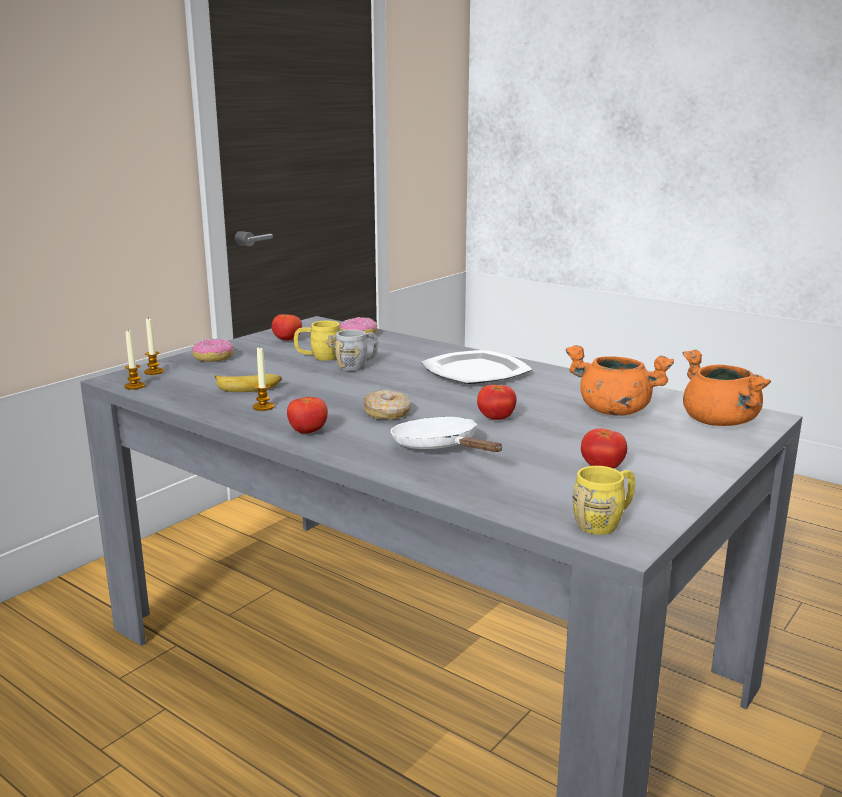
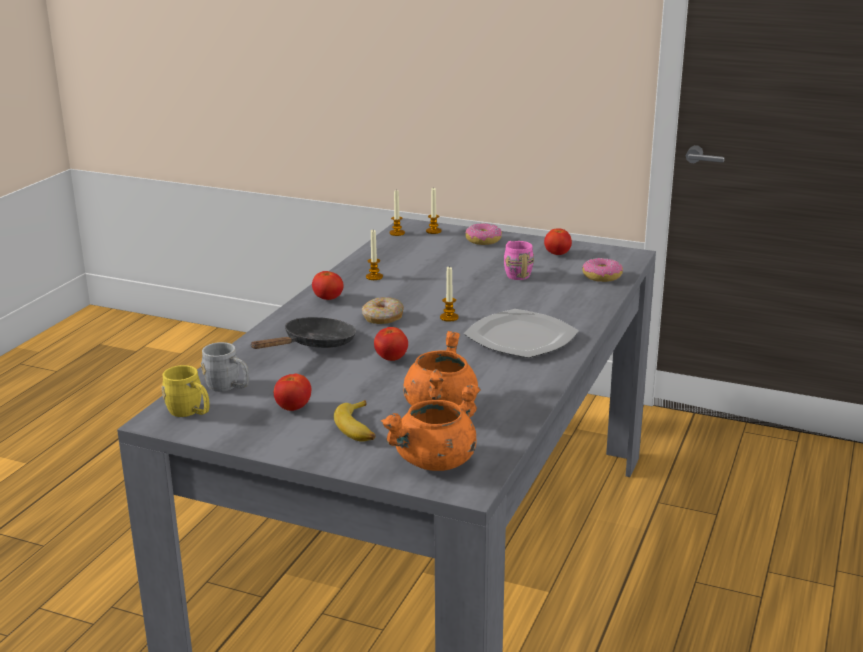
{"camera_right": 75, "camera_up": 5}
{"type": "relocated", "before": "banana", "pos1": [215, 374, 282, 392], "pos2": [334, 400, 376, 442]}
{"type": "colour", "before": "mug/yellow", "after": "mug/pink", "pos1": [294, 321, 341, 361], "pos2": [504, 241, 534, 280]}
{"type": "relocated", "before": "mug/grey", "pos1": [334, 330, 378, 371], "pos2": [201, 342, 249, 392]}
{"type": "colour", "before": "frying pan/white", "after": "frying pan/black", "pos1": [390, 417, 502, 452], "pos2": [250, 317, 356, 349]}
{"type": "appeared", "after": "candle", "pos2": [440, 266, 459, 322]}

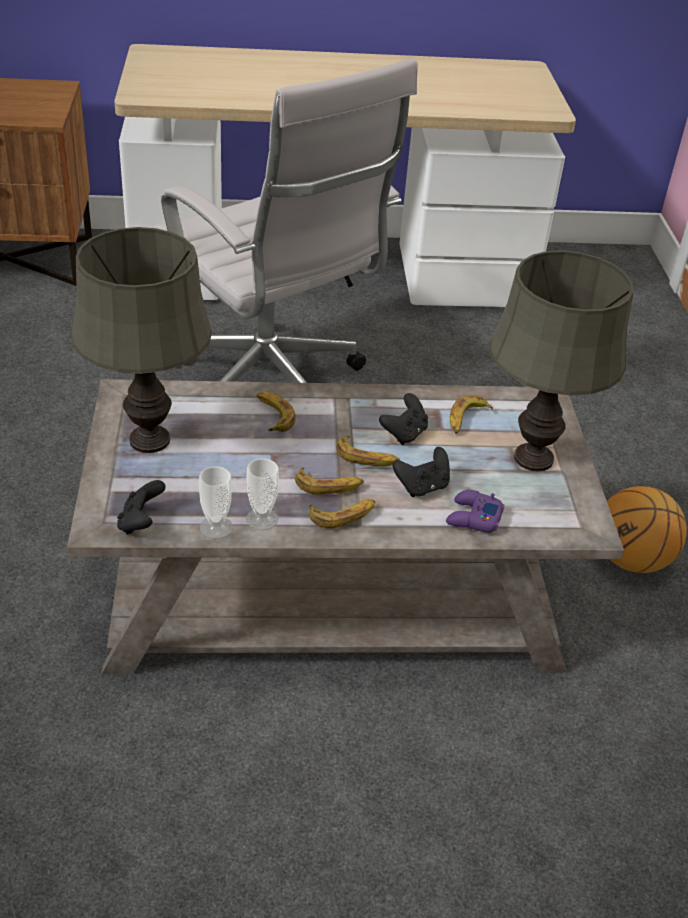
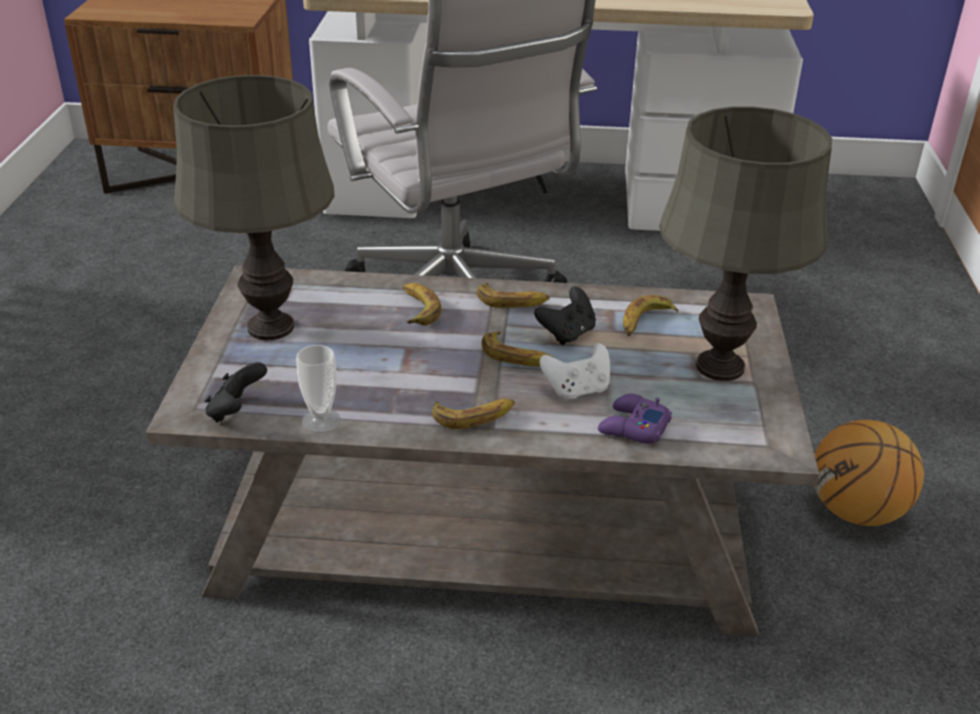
{"camera_right": 10, "camera_up": -5}
{"type": "missing", "before": "cup", "pos1": [246, 458, 279, 530]}
{"type": "relocated", "before": "banana", "pos1": [295, 468, 364, 494], "pos2": [477, 283, 550, 308]}
{"type": "colour", "before": "game controller/black", "after": "game controller/white", "pos1": [393, 447, 450, 497], "pos2": [539, 343, 610, 401]}

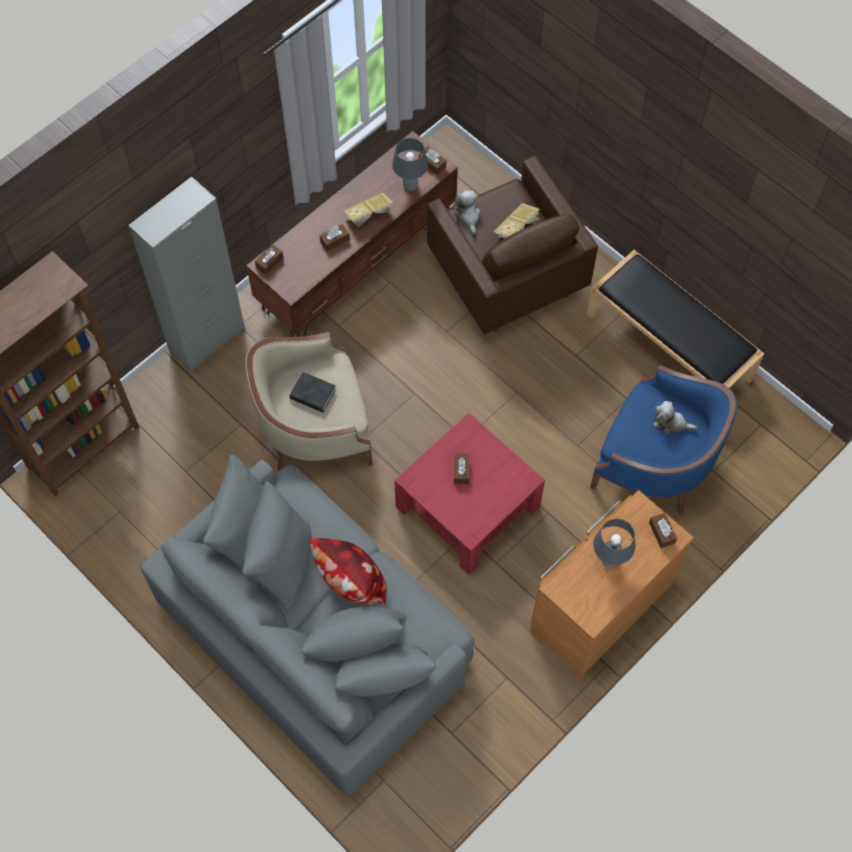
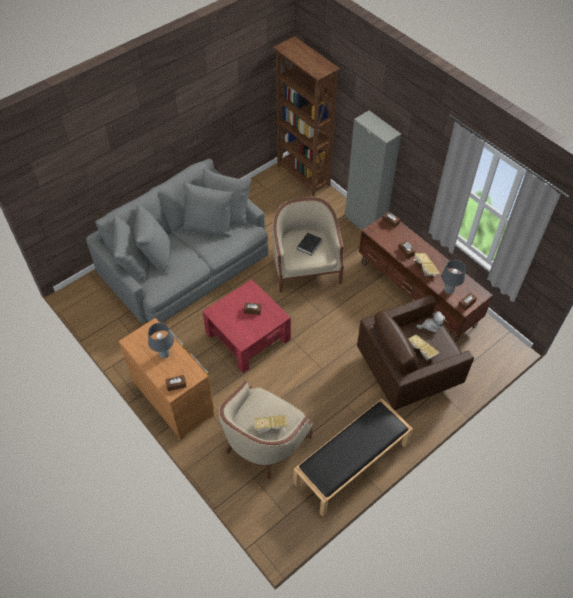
{"camera_right": 95, "camera_up": -10}
{"type": "missing", "before": "pillow", "pos1": [310, 538, 387, 605]}
{"type": "colour", "before": "armchair/blue", "after": "armchair/beige", "pos1": [590, 365, 738, 515], "pos2": [219, 380, 313, 479]}
{"type": "exchanged", "before": "plush toy", "after": "book", "pos1": [654, 401, 697, 434], "pos2": [254, 415, 288, 434]}

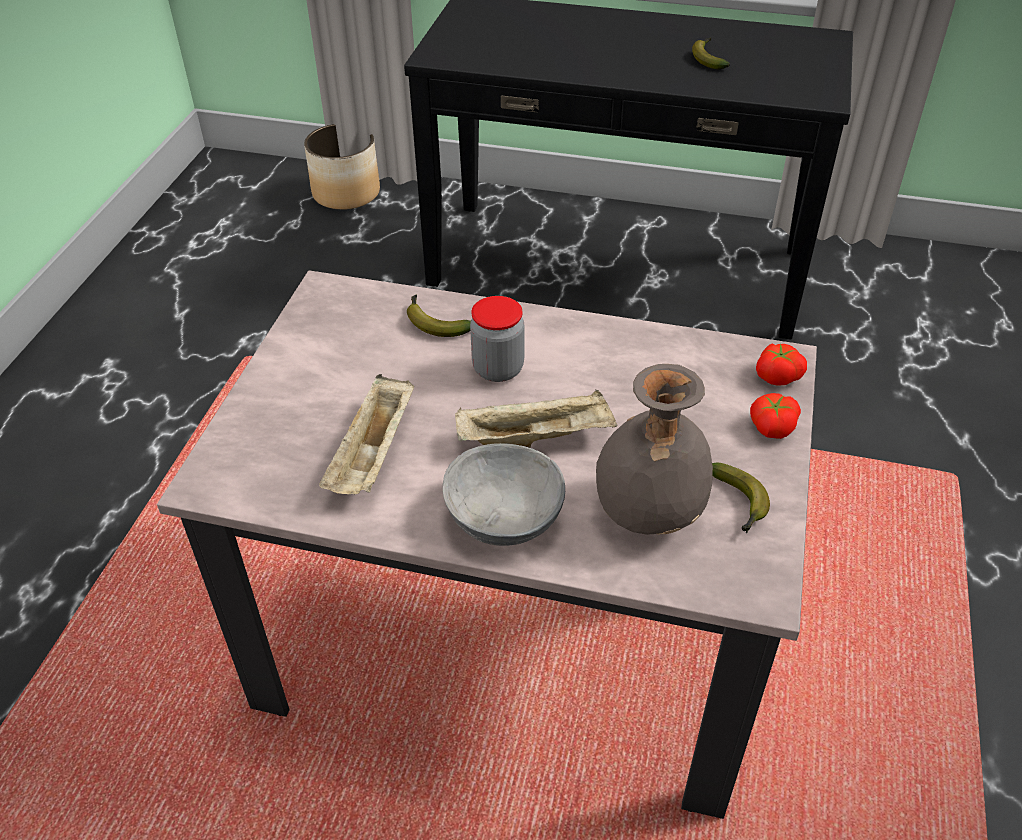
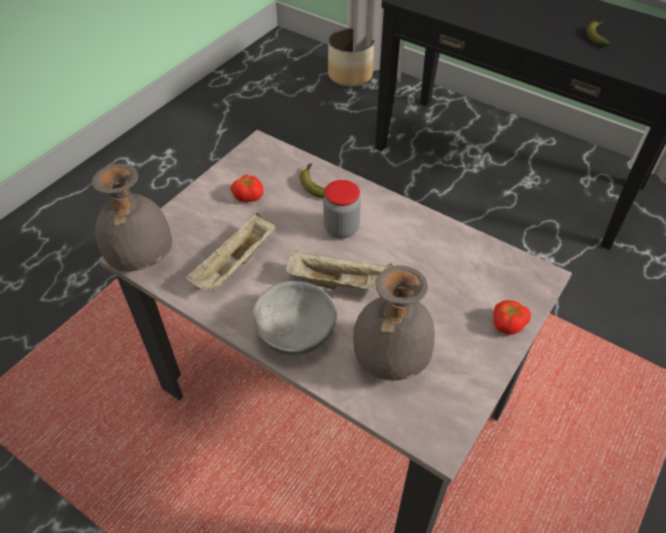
{"camera_right": 20, "camera_up": 5}
{"type": "missing", "before": "banana", "pos1": [712, 463, 770, 533]}
{"type": "relocated", "before": "tomato", "pos1": [756, 344, 807, 386], "pos2": [230, 174, 263, 202]}
{"type": "appeared", "after": "vase/grey", "pos2": [92, 164, 172, 272]}

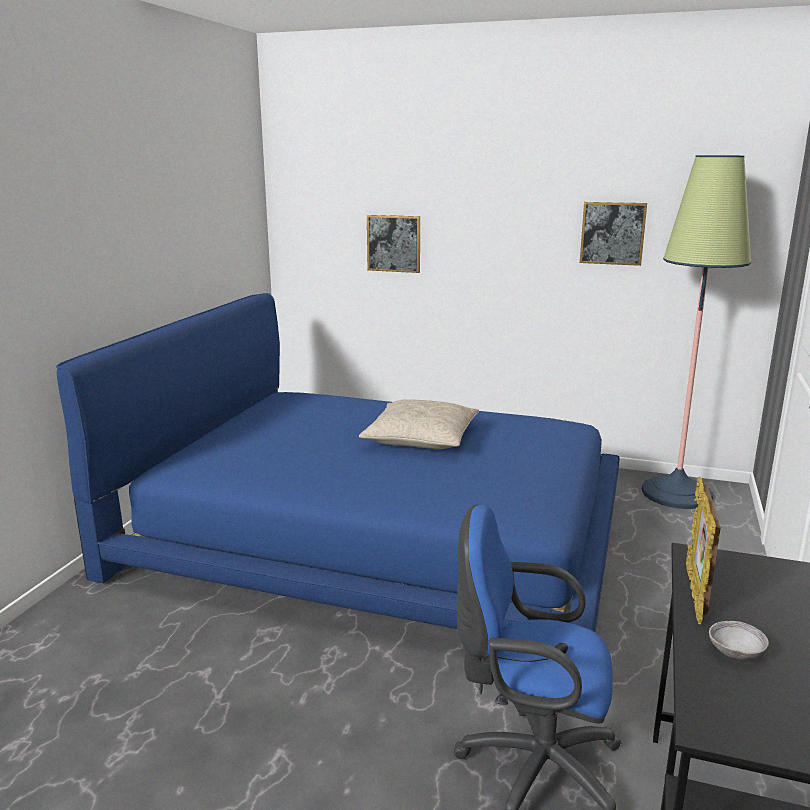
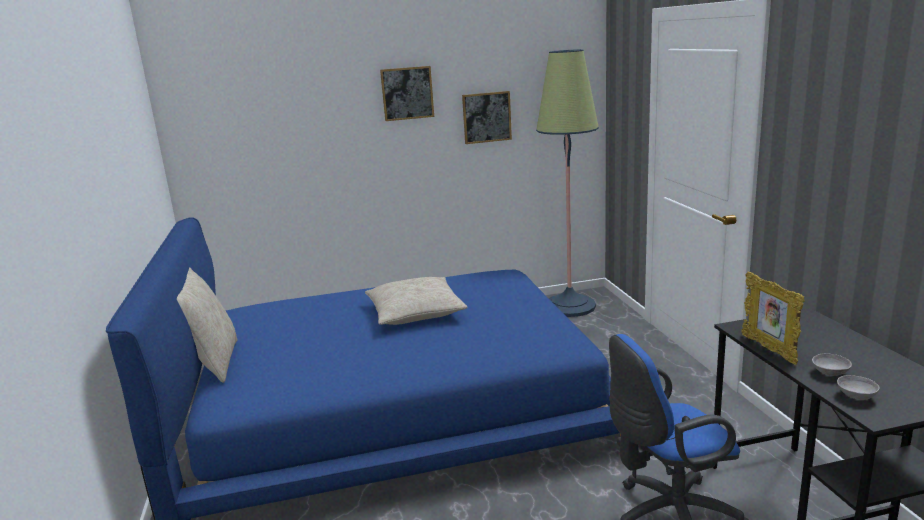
{"camera_right": -30, "camera_up": 0}
{"type": "relocated", "before": "picture", "pos1": [367, 215, 420, 273], "pos2": [380, 66, 434, 121]}
{"type": "appeared", "after": "pillow/beige", "pos2": [177, 267, 238, 383]}
{"type": "appeared", "after": "bowl/grey", "pos2": [837, 375, 880, 400]}

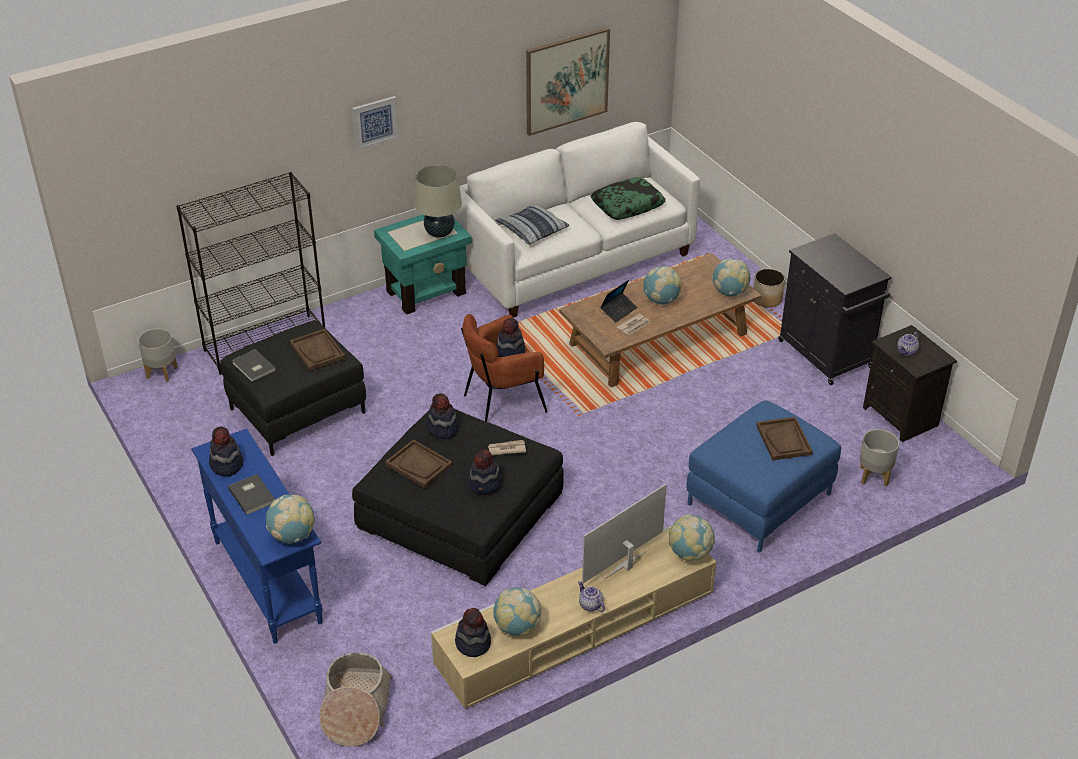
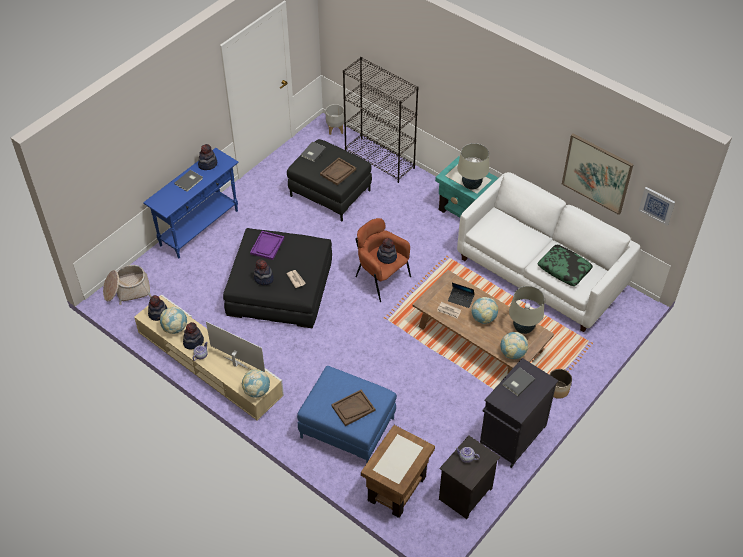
{"camera_right": 70, "camera_up": 10}
{"type": "missing", "before": "globe", "pos1": [266, 495, 315, 544]}
{"type": "relocated", "before": "picture", "pos1": [352, 96, 399, 150], "pos2": [638, 187, 675, 226]}
{"type": "colour", "before": "tray/brown", "after": "tray/purple", "pos1": [385, 440, 453, 488], "pos2": [250, 231, 284, 260]}
{"type": "relocated", "before": "hat", "pos1": [427, 393, 459, 439], "pos2": [183, 322, 204, 349]}
{"type": "missing", "before": "pillow", "pos1": [495, 204, 569, 245]}
{"type": "exchanged", "before": "planter/grey", "after": "side table/brown", "pos1": [859, 429, 899, 486], "pos2": [361, 425, 435, 518]}
{"type": "appeared", "after": "book/grey", "pos2": [503, 367, 535, 396]}
{"type": "appeared", "after": "table lamp/beige", "pos2": [509, 286, 544, 334]}

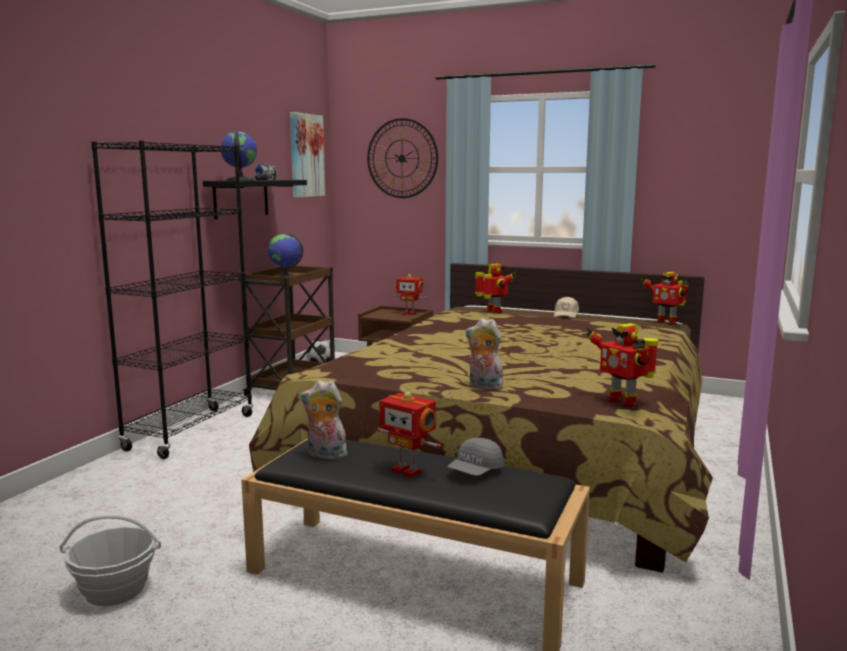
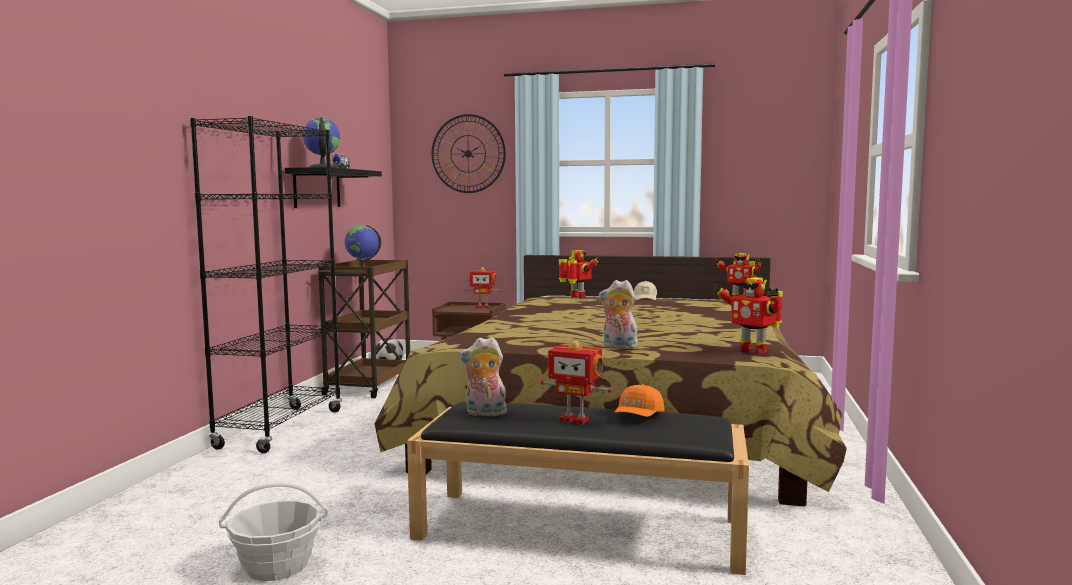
{"camera_right": -10, "camera_up": -5}
{"type": "missing", "before": "picture", "pos1": [290, 112, 325, 198]}
{"type": "colour", "before": "cap/grey", "after": "cap/orange", "pos1": [447, 438, 504, 476], "pos2": [615, 384, 664, 417]}

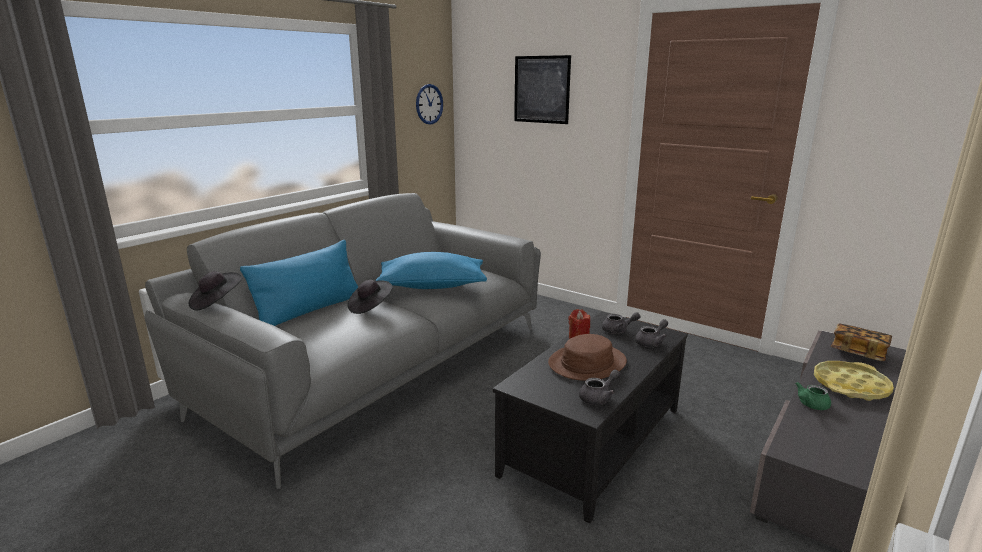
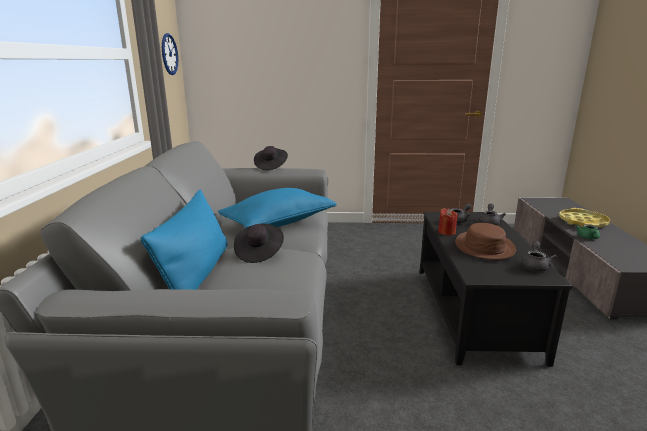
{"camera_right": -35, "camera_up": 0}
{"type": "relocated", "before": "hat/black", "pos1": [188, 271, 243, 310], "pos2": [254, 146, 288, 170]}
{"type": "missing", "before": "picture", "pos1": [514, 55, 571, 124]}
{"type": "missing", "before": "book", "pos1": [831, 324, 892, 361]}

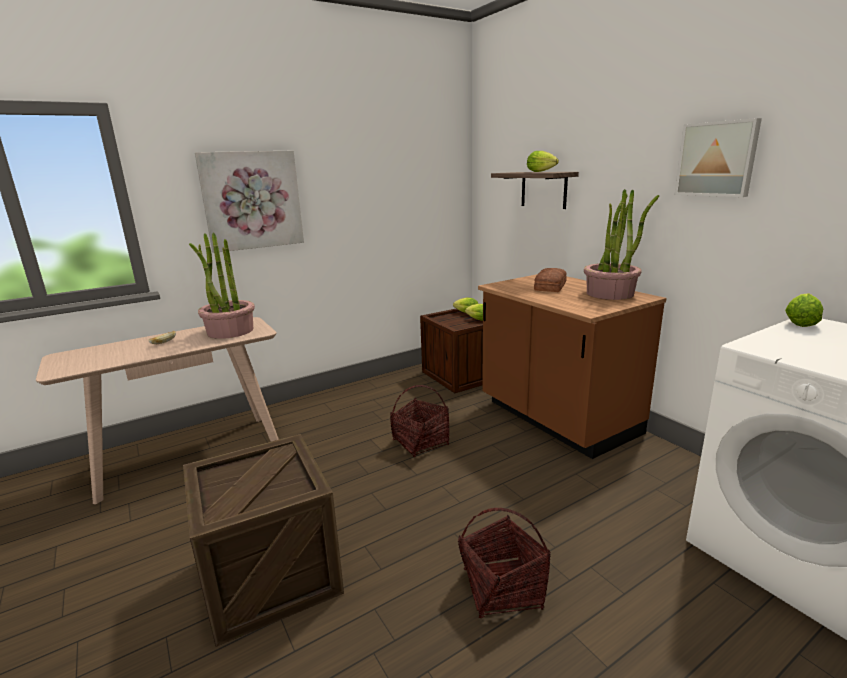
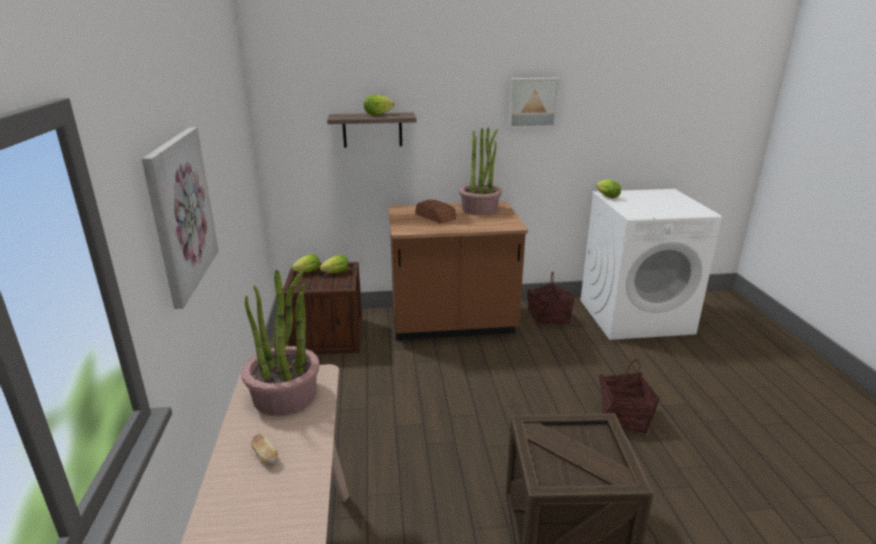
{"camera_right": -65, "camera_up": 5}
{"type": "relocated", "before": "basket", "pos1": [390, 385, 449, 457], "pos2": [527, 272, 574, 326]}

